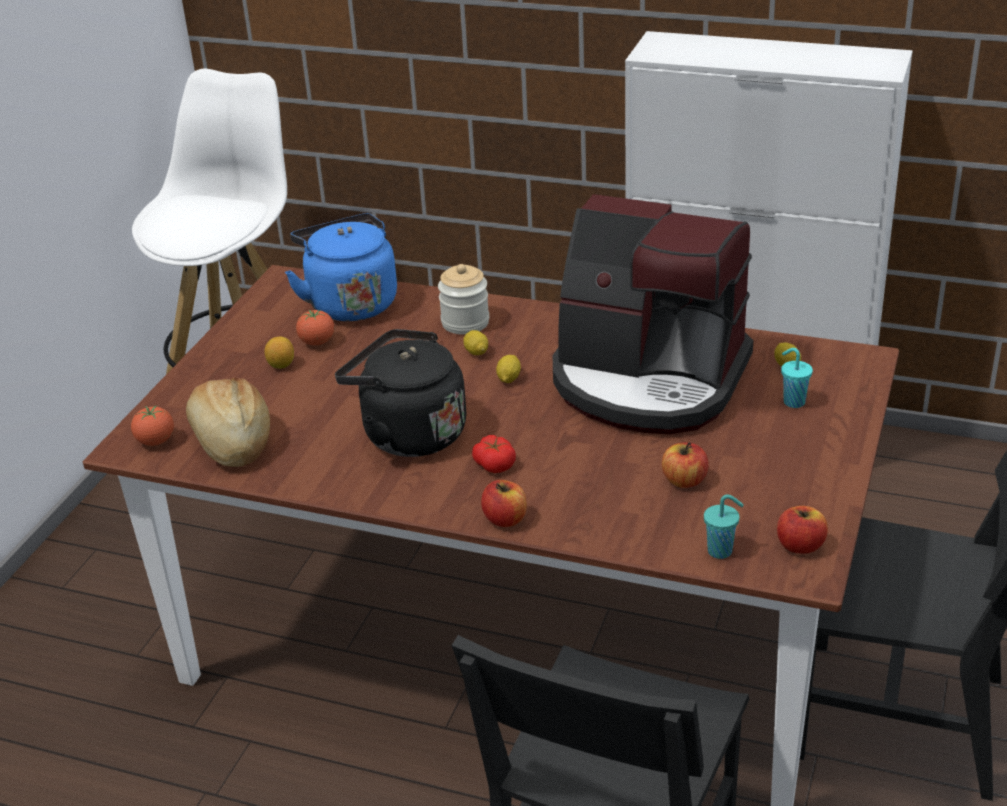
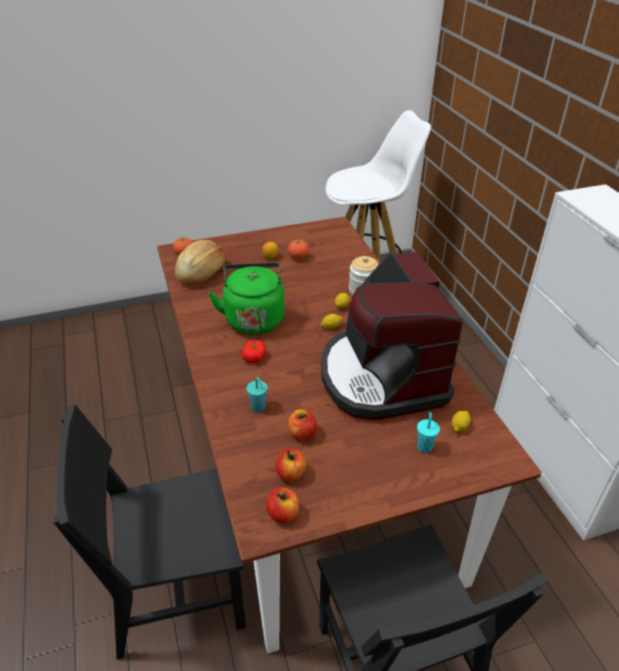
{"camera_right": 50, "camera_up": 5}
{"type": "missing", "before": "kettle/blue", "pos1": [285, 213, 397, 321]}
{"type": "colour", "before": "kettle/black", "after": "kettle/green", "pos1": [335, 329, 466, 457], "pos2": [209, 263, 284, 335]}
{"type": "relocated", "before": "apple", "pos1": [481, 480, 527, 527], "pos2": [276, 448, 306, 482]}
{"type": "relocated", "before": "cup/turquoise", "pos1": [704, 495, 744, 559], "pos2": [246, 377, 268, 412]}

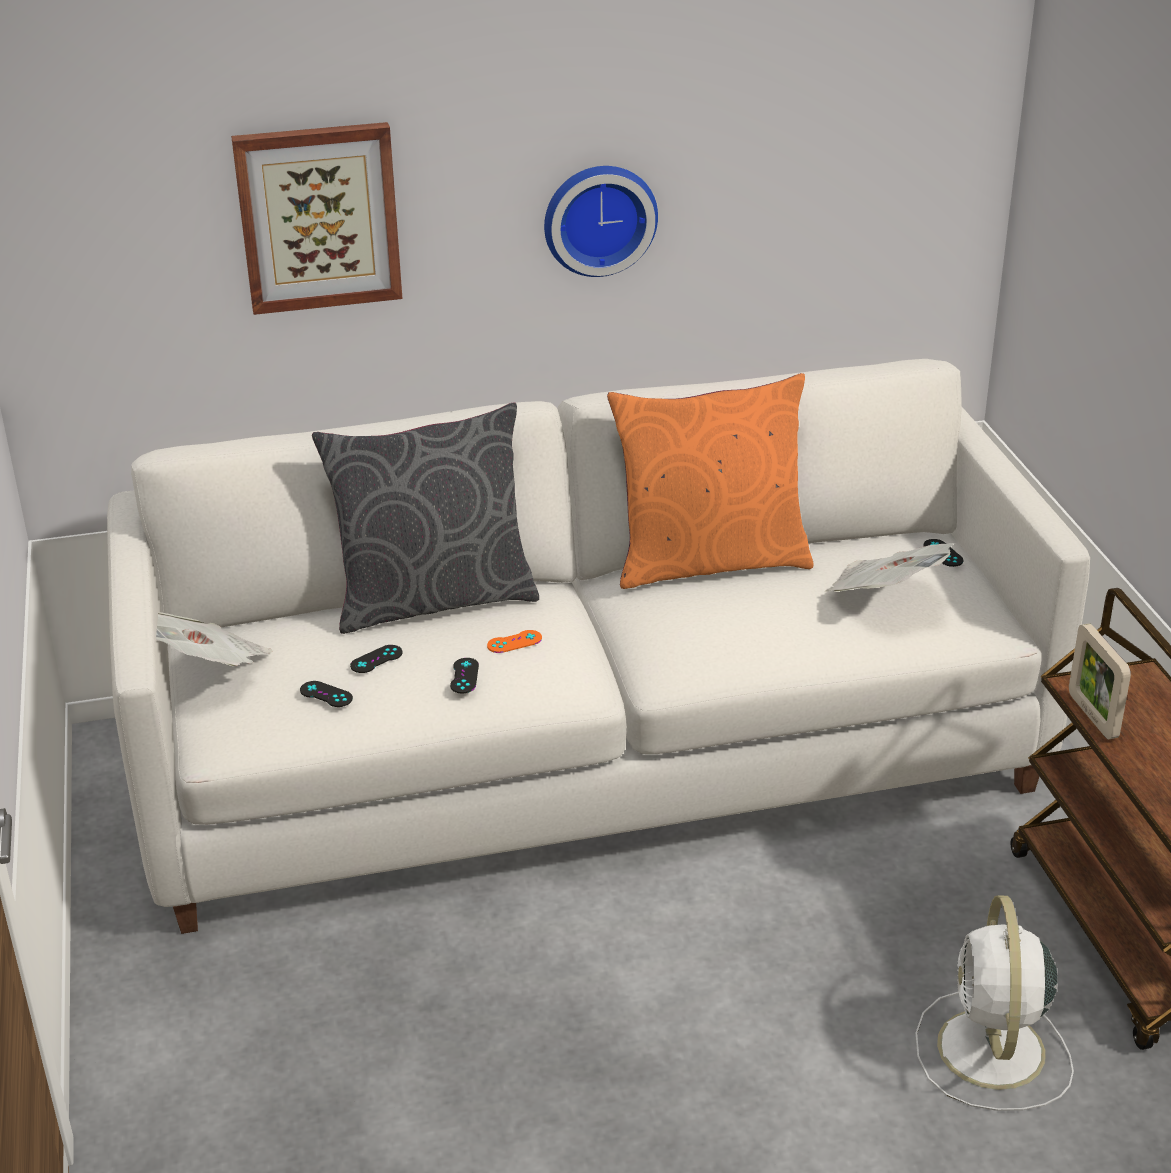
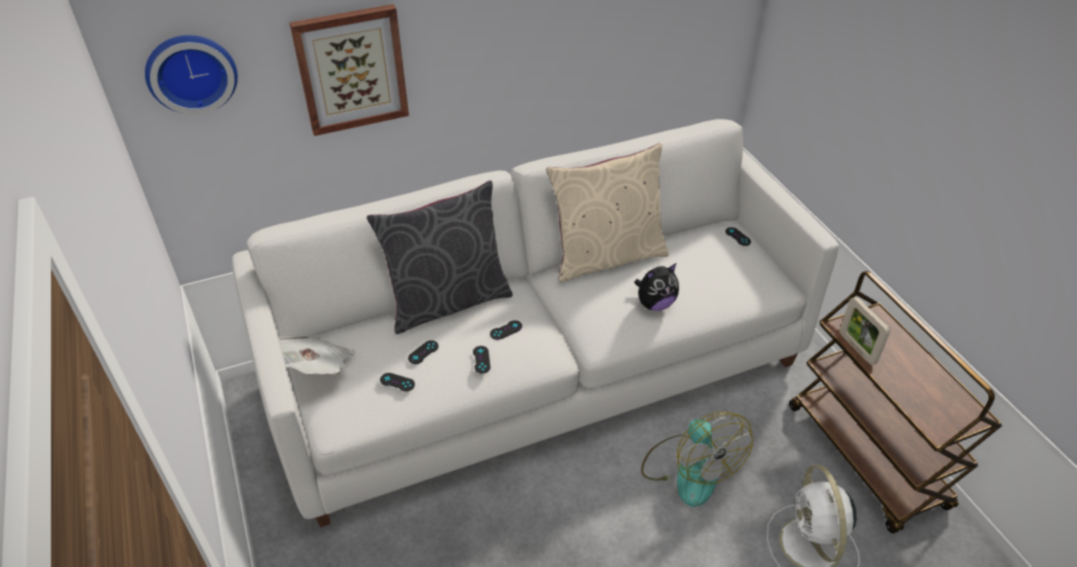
{"camera_right": -10, "camera_up": 10}
{"type": "colour", "before": "game controller/orange", "after": "game controller/black", "pos1": [487, 630, 542, 653], "pos2": [490, 320, 522, 340]}
{"type": "relocated", "before": "wall clock", "pos1": [544, 166, 658, 277], "pos2": [145, 35, 238, 115]}
{"type": "colour", "before": "pillow/orange", "after": "pillow/beige", "pos1": [607, 373, 814, 589], "pos2": [546, 143, 669, 282]}
{"type": "missing", "before": "newspaper", "pos1": [825, 543, 955, 592]}
{"type": "appeared", "after": "plush toy", "pos2": [634, 263, 679, 311]}
{"type": "appeared", "after": "fan", "pos2": [641, 412, 753, 507]}

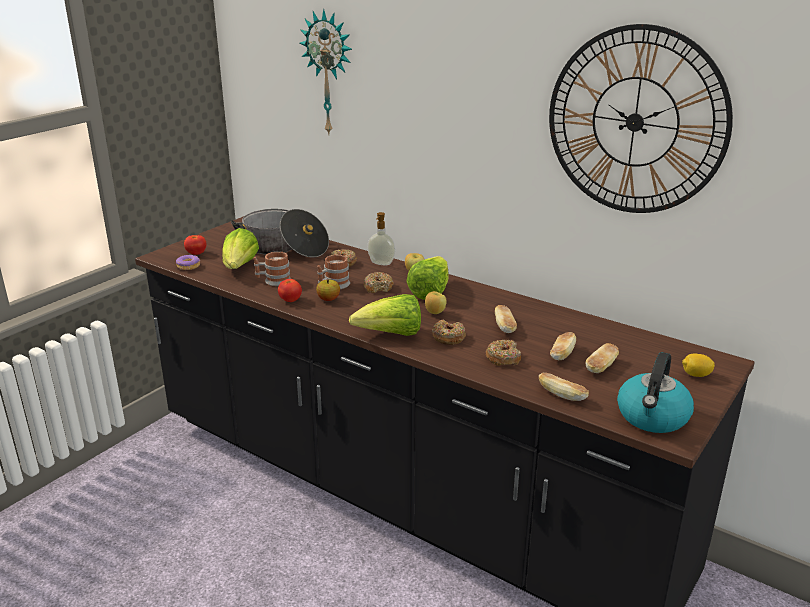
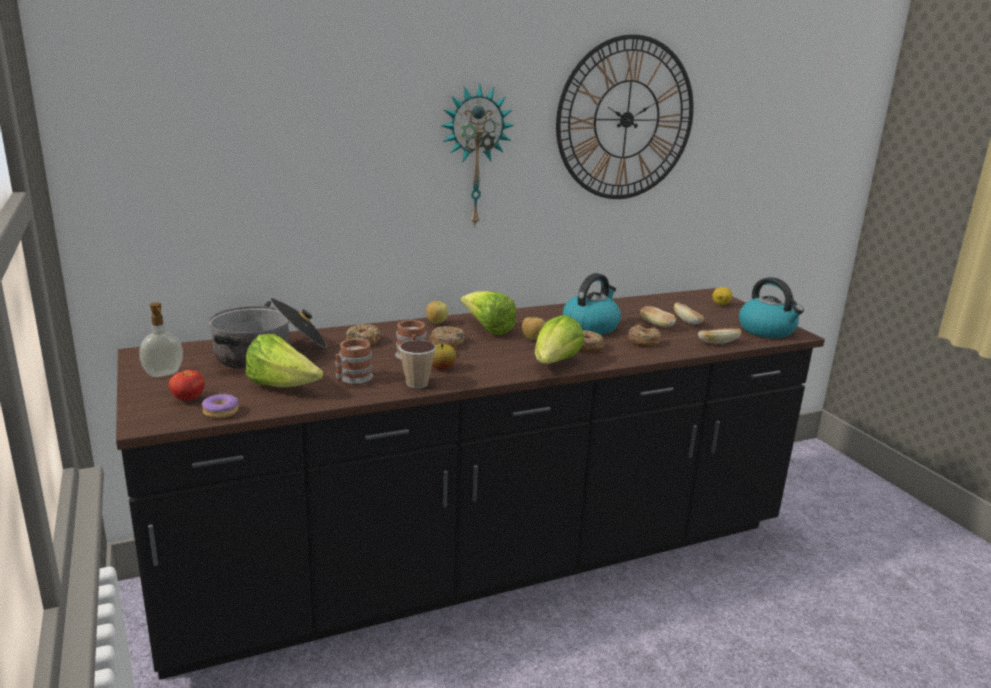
{"camera_right": -60, "camera_up": -5}
{"type": "exchanged", "before": "tomato", "after": "cup", "pos1": [278, 279, 302, 302], "pos2": [399, 340, 436, 388]}
{"type": "relocated", "before": "wall clock", "pos1": [300, 9, 352, 135], "pos2": [441, 84, 514, 228]}
{"type": "relocated", "before": "soap dispenser", "pos1": [367, 212, 396, 265], "pos2": [139, 302, 183, 377]}
{"type": "exchanged", "before": "bread", "after": "kettle", "pos1": [495, 305, 517, 333], "pos2": [563, 273, 621, 335]}

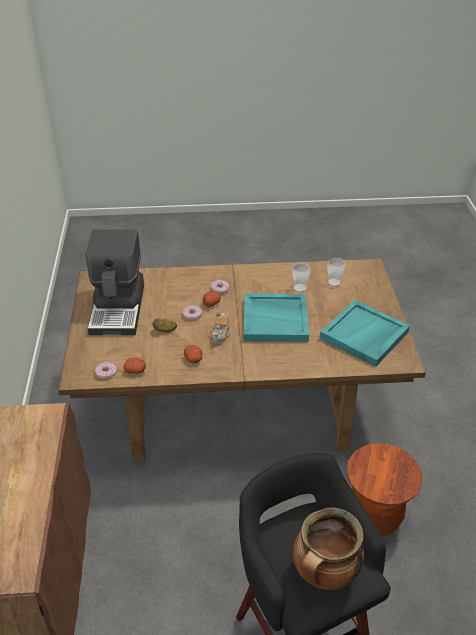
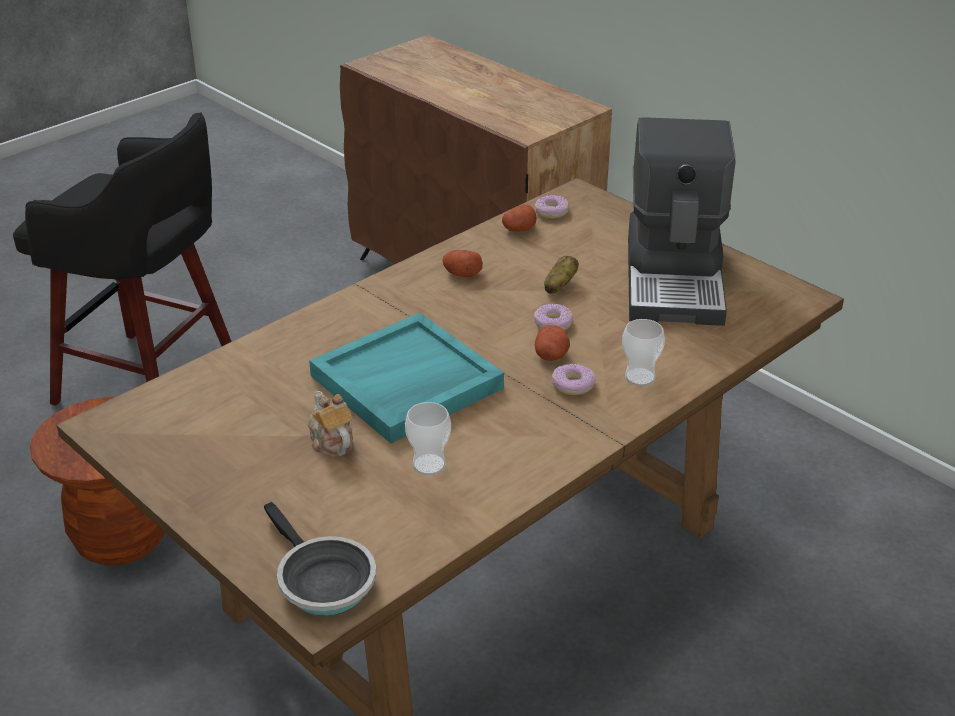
{"camera_right": 140, "camera_up": -5}
{"type": "spun", "before": "coffee machine", "pos1": [85, 229, 144, 335], "pos2": [628, 117, 736, 326], "turn": -135}
{"type": "relocated", "before": "teapot", "pos1": [211, 311, 230, 344], "pos2": [308, 391, 353, 457]}
{"type": "missing", "before": "cooking pot", "pos1": [293, 507, 364, 590]}
{"type": "missing", "before": "tray/turquoise", "pos1": [320, 300, 410, 367]}
{"type": "relocated", "before": "cup", "pos1": [327, 258, 345, 287], "pos2": [622, 319, 665, 386]}
{"type": "appeared", "after": "frying pan", "pos2": [264, 502, 376, 616]}

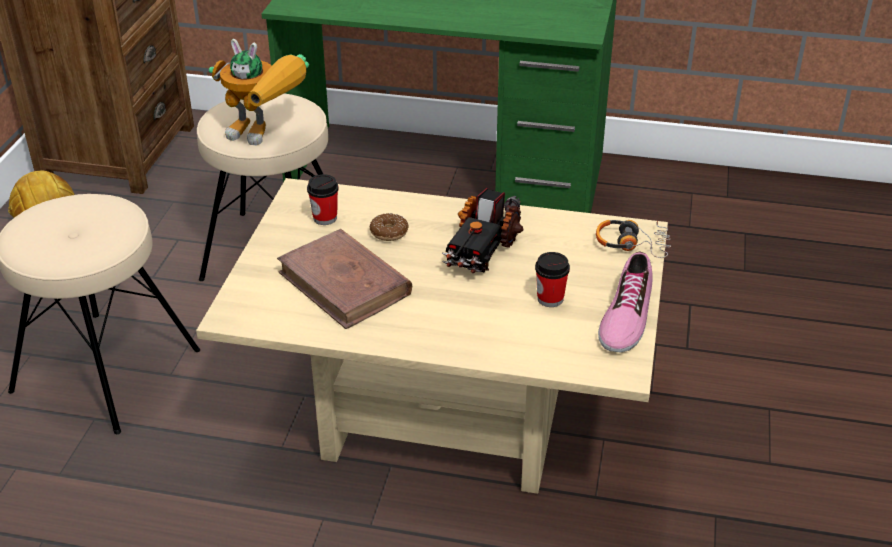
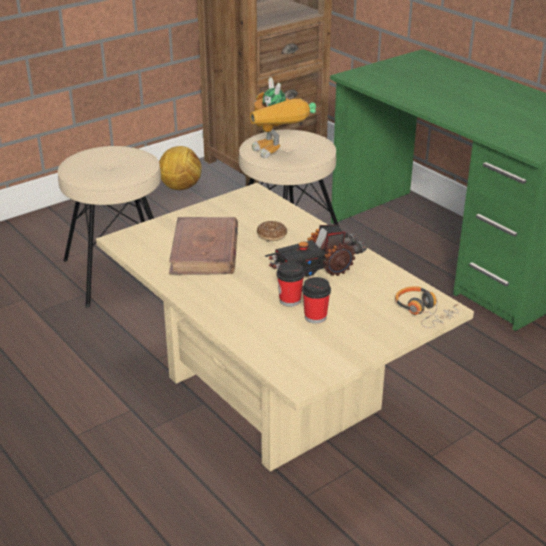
{"camera_right": 40, "camera_up": -5}
{"type": "relocated", "before": "cup", "pos1": [307, 174, 339, 225], "pos2": [277, 261, 305, 307]}
{"type": "missing", "before": "shoe", "pos1": [598, 252, 653, 353]}

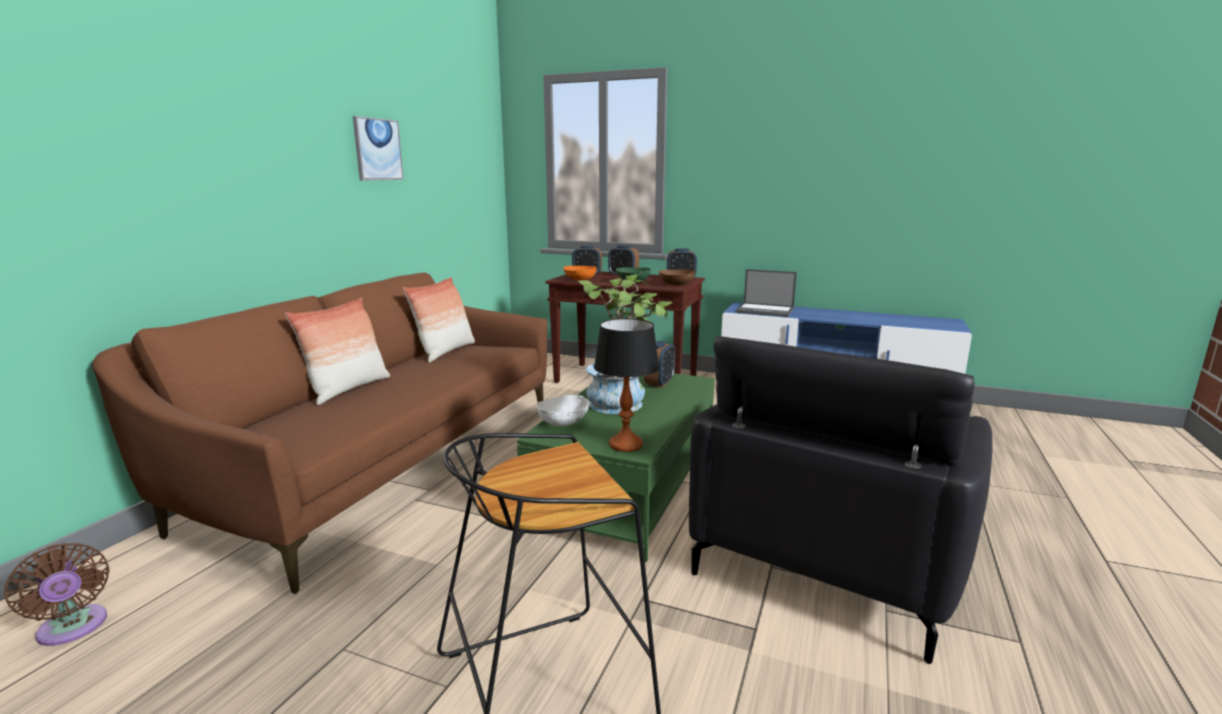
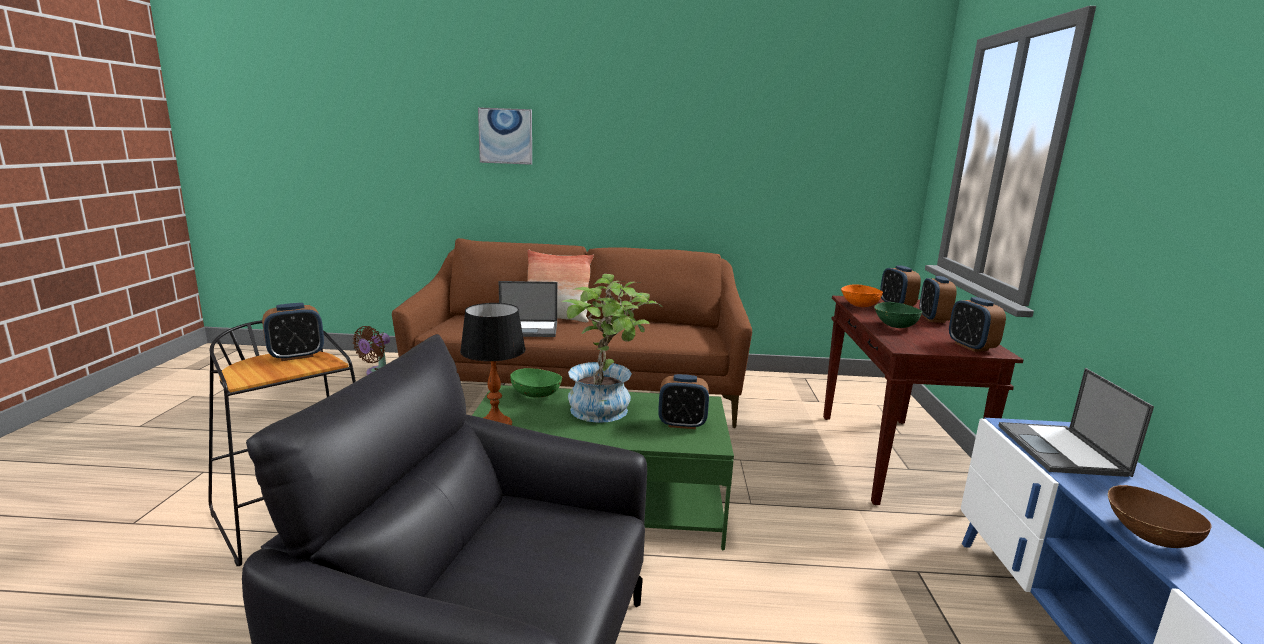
{"camera_right": 70, "camera_up": 0}
{"type": "relocated", "before": "picture", "pos1": [353, 116, 404, 180], "pos2": [478, 107, 532, 165]}
{"type": "missing", "before": "pillow", "pos1": [403, 277, 475, 362]}
{"type": "colour", "before": "bowl/white", "after": "bowl/green", "pos1": [536, 395, 589, 426], "pos2": [510, 368, 562, 397]}
{"type": "relocated", "before": "bowl/brown", "pos1": [659, 269, 695, 286], "pos2": [1108, 485, 1212, 548]}
{"type": "appeared", "after": "alarm clock", "pos2": [262, 303, 324, 361]}
{"type": "appeared", "after": "laptop", "pos2": [499, 281, 557, 337]}

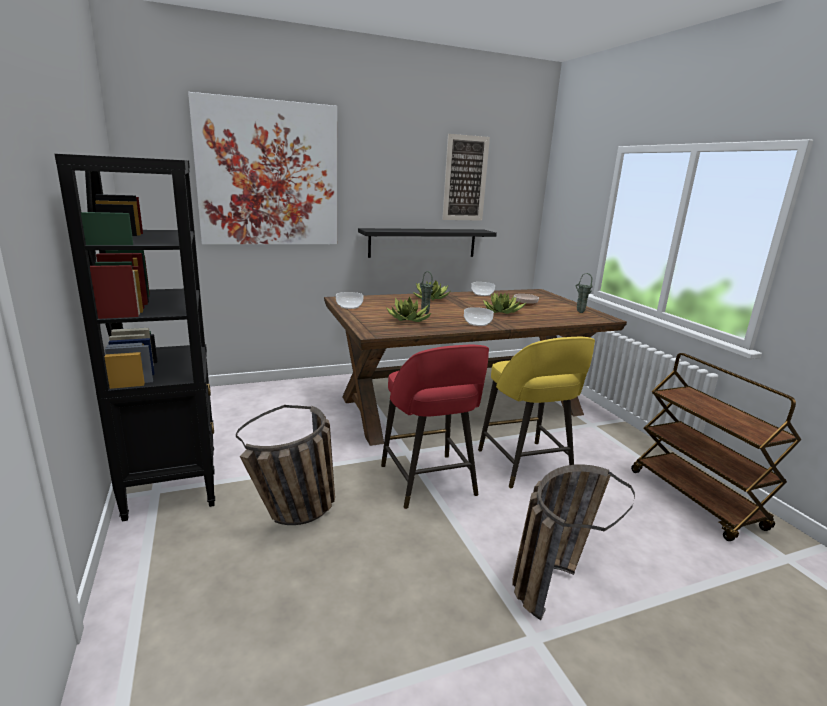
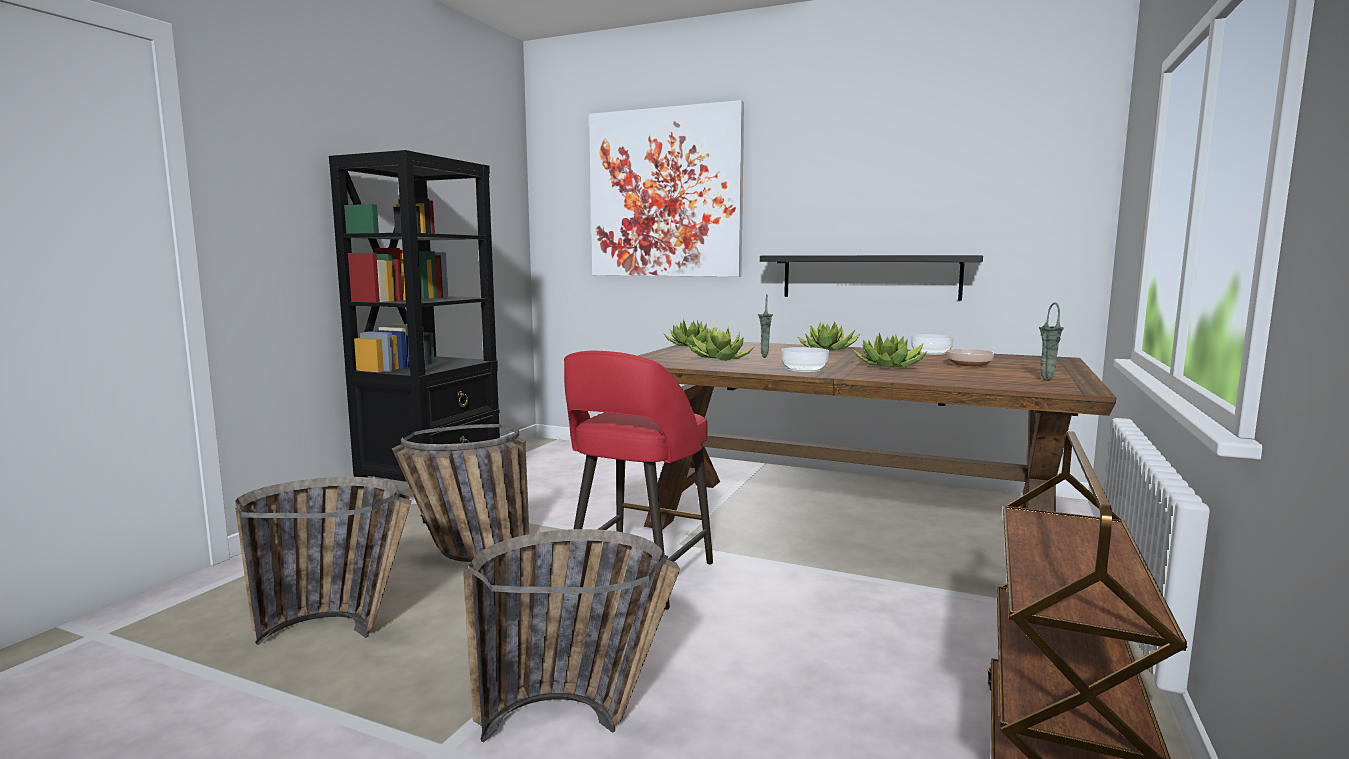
{"camera_right": 45, "camera_up": -10}
{"type": "exchanged", "before": "bowl", "after": "potted plant", "pos1": [336, 292, 363, 309], "pos2": [663, 319, 718, 346]}
{"type": "missing", "before": "picture", "pos1": [442, 134, 490, 221]}
{"type": "missing", "before": "stool/yellow", "pos1": [478, 337, 595, 488]}
{"type": "appeared", "after": "basket", "pos2": [235, 477, 412, 645]}

